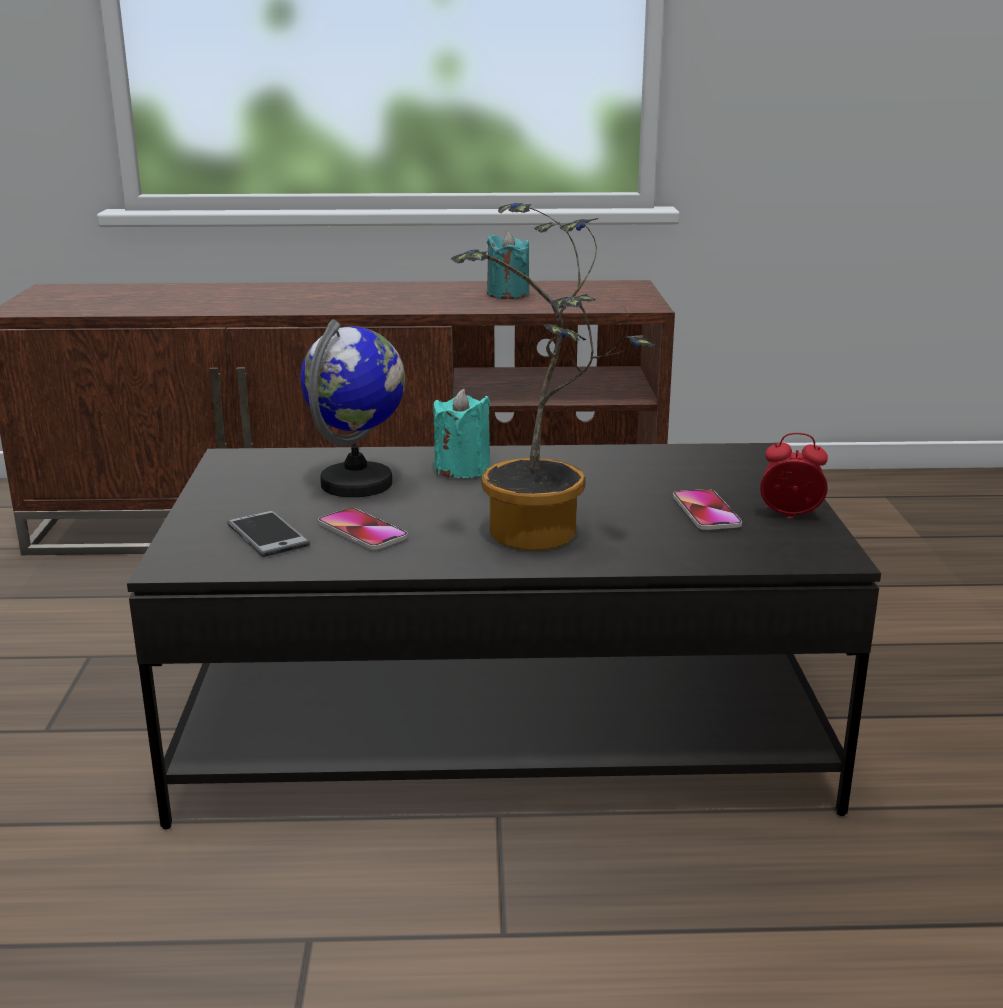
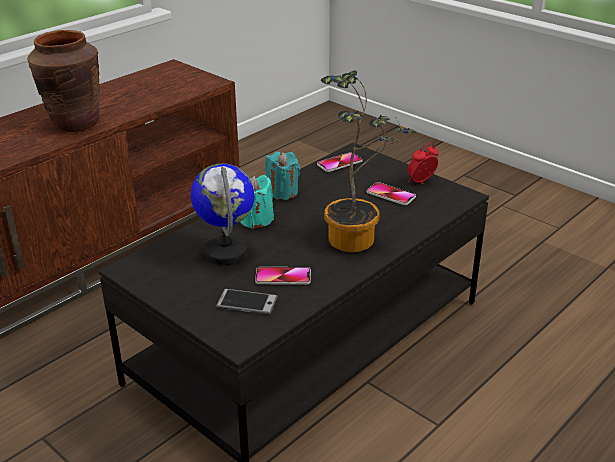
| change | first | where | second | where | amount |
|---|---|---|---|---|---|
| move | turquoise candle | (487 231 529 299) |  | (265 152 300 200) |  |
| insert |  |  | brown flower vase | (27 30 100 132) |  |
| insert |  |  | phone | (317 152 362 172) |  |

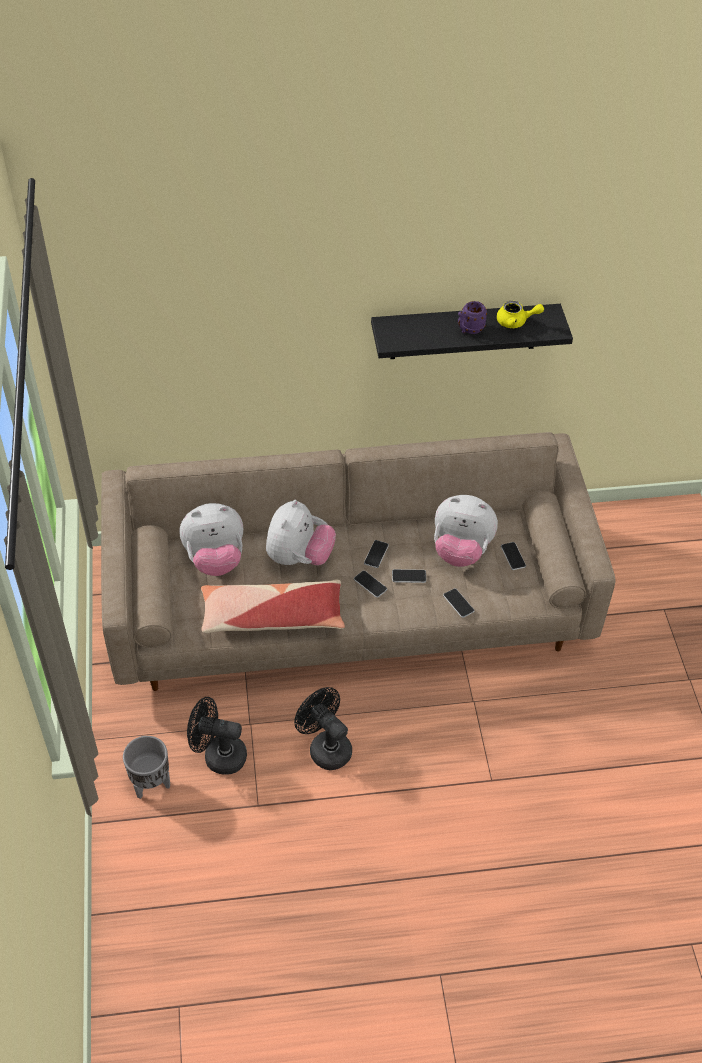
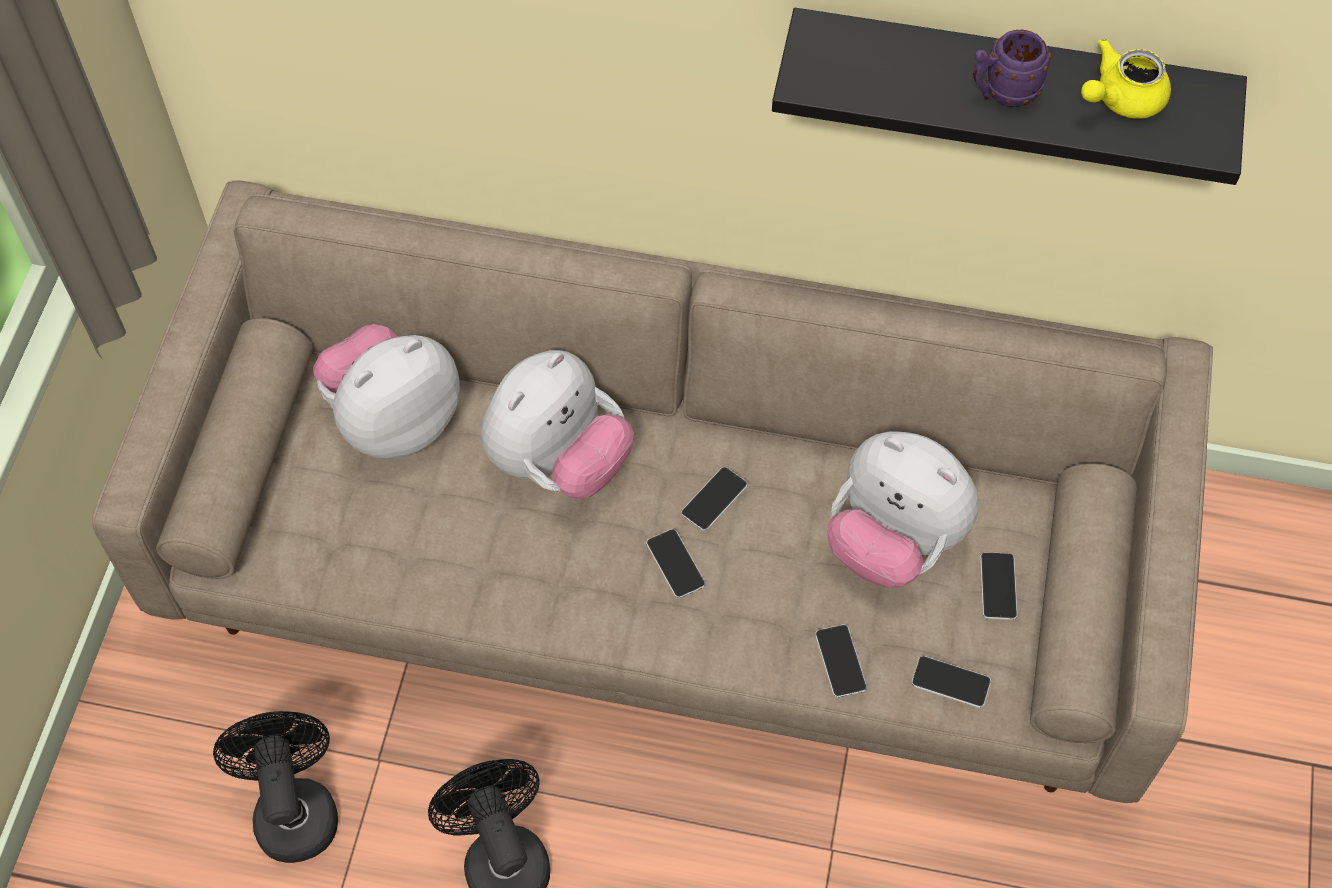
| change | first | where | second | where | amount |
|---|---|---|---|---|---|
| delete | gray plant pot | (123 736 170 799) |  |  |  |
| rotate | plush toy | (180 503 243 576) |  | (313 324 460 459) | 135 degrees clockwise |
| rotate | black-coloured electric fan | (187 697 247 775) |  | (213 711 338 863) | 45 degrees clockwise |
| delete | throw pillow | (201 580 345 633) |  |  |  |
| move | phone | (392 569 426 583) |  | (911 656 991 708) |  |
| rotate | yellow pot for tea | (497 301 544 328) |  | (1081 39 1171 119) | 120 degrees clockwise |

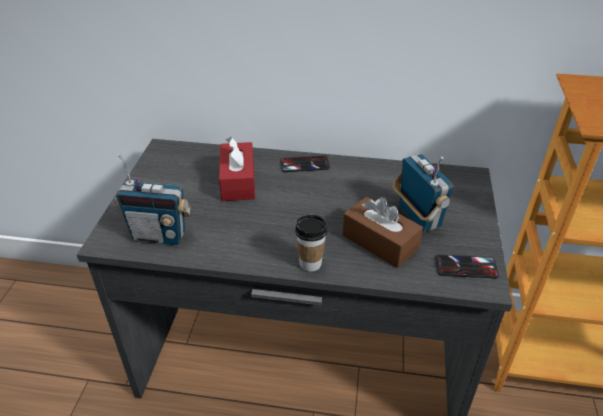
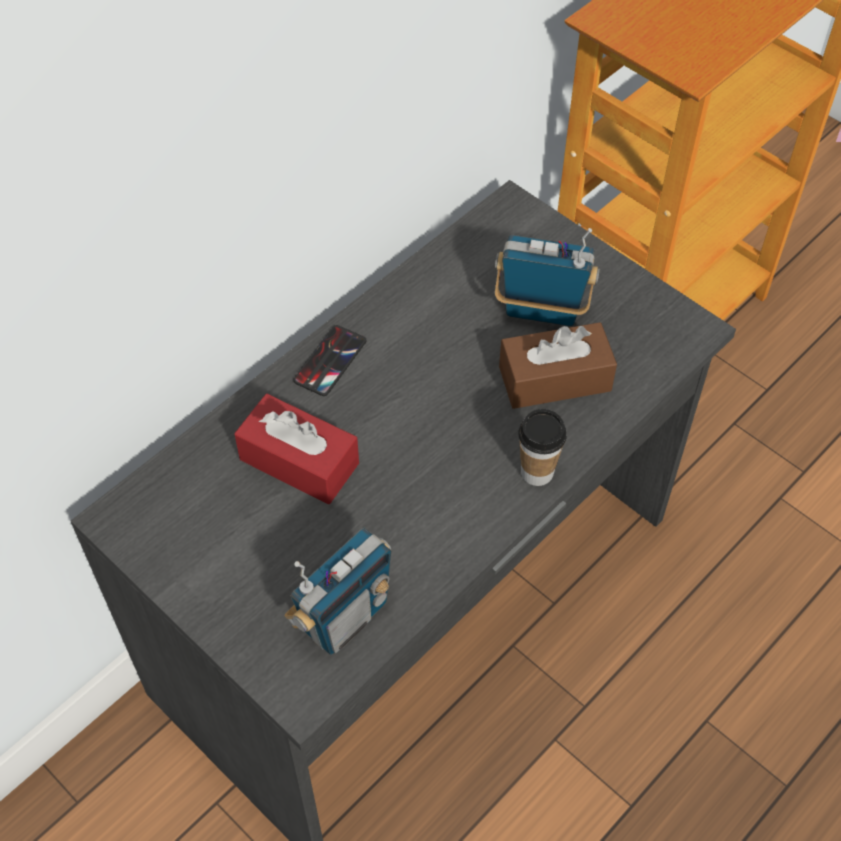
| change | first | where | second | where | amount |
|---|---|---|---|---|---|
| delete | phone | (435 255 499 278) |  |  |  |

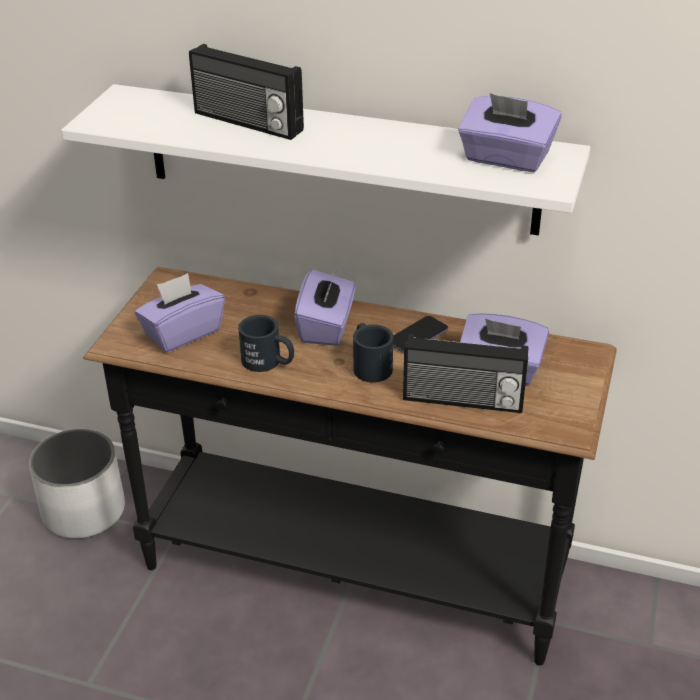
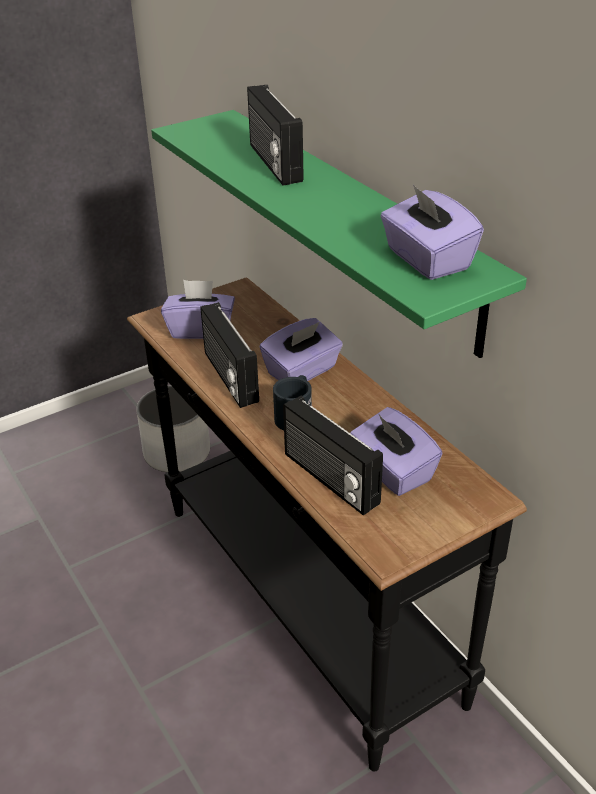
| change | first | where | second | where | amount |
|---|---|---|---|---|---|
| recolor | white-coloured shelf | (61 84 590 236) | green shelf | (151 110 527 358) |  |
| replace | black-coloured coffee mug | (238 315 294 372) | radio receiver | (200 302 259 408) |  |
| delete | phone | (393 316 448 353) |  |  |  |

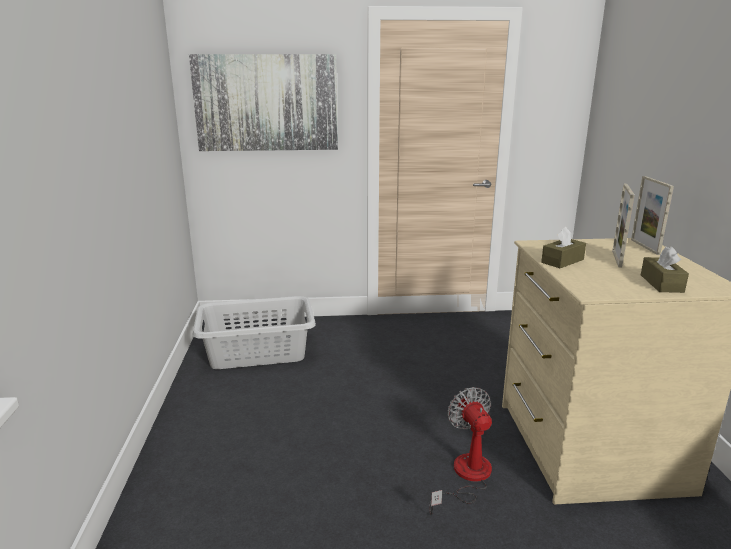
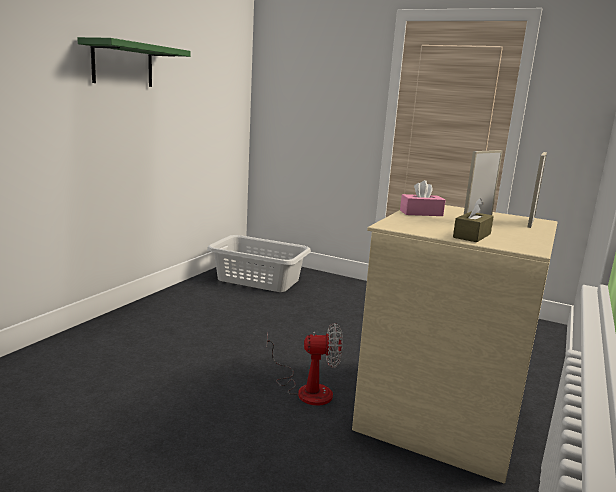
| change | first | where | second | where | amount |
|---|---|---|---|---|---|
| delete | picture | (189 54 338 151) |  |  |  |
| rotate | electric fan | (429 387 492 515) |  | (267 323 343 406) | 75 degrees clockwise |
| recolor | brown tissue box | (541 227 586 268) | pinkish tissue box | (400 180 445 216) |  |
| insert |  |  | green shelf | (77 37 191 87) |  |

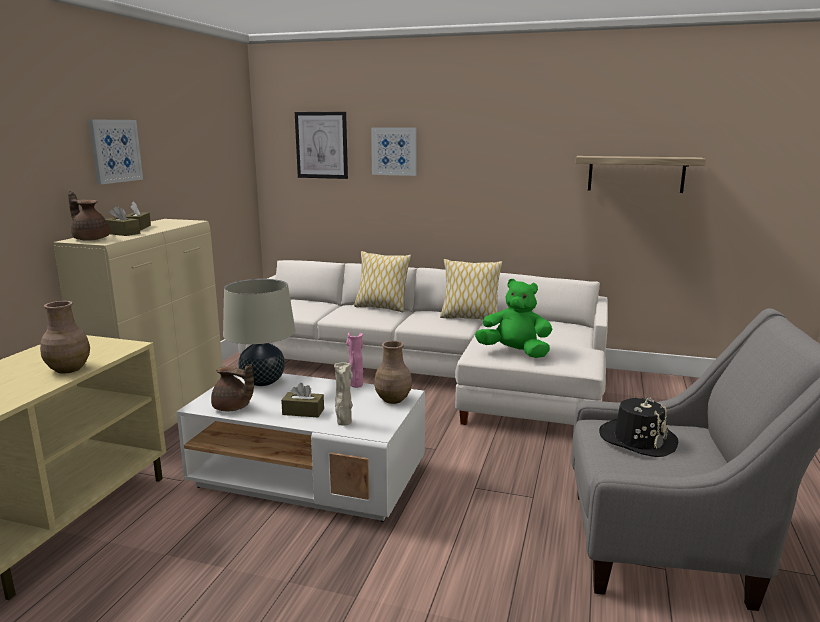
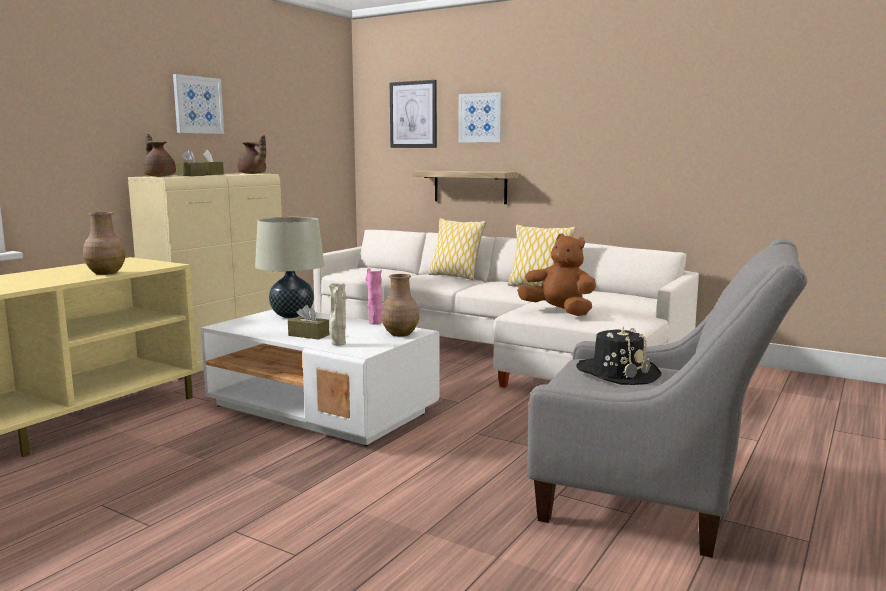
| change | first | where | second | where | amount |
|---|---|---|---|---|---|
| move | brown pot for tea | (211 364 254 411) |  | (238 135 266 174) |  |
| recolor | green plush toy | (475 279 552 358) | brown plush toy | (517 233 596 316) |  |
| move | shelf | (576 156 706 193) |  | (412 170 518 204) |  |

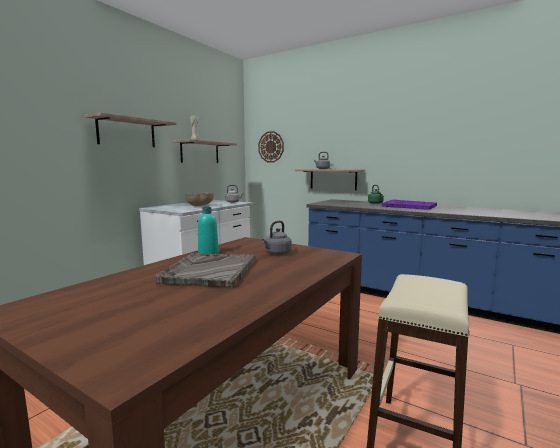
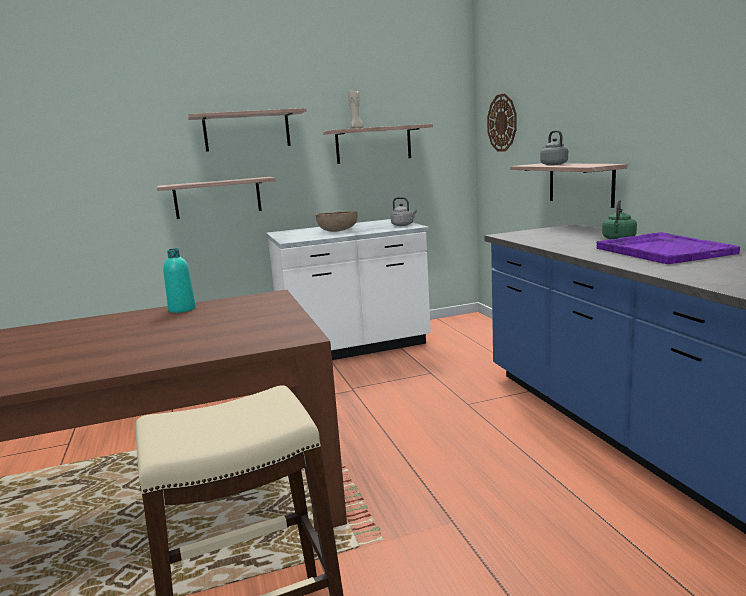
| change | first | where | second | where | amount |
|---|---|---|---|---|---|
| delete | gray serving tray | (155 253 256 288) |  |  |  |
| delete | gray water kettle | (262 221 292 255) |  |  |  |
| insert |  |  | shelf | (157 177 276 219) |  |

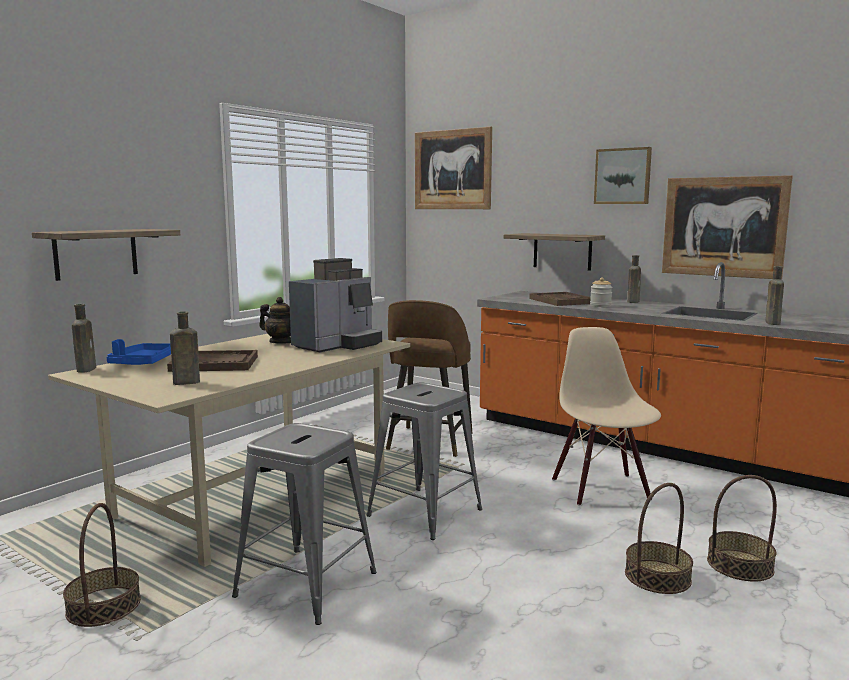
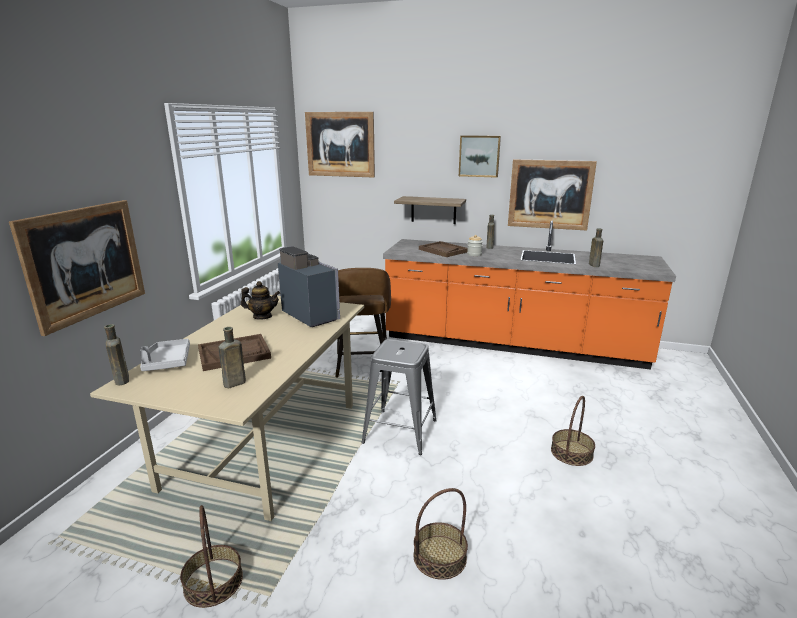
| change | first | where | second | where | amount |
|---|---|---|---|---|---|
| replace | shelf | (32 229 180 281) | picture | (9 200 145 336) |  |
| recolor | blue serving tray | (106 339 171 365) | gray serving tray | (140 339 190 371) |  |
| delete | gray stool | (232 423 377 625) |  |  |  |
| rotate | coffee machine | (289 258 382 352) |  | (278 246 340 327) | 60 degrees counterclockwise |
| delete | sand-coloured upright chair | (552 327 661 506) |  |  |  |
| move | basket | (707 475 777 581) |  | (413 488 468 580) |  |

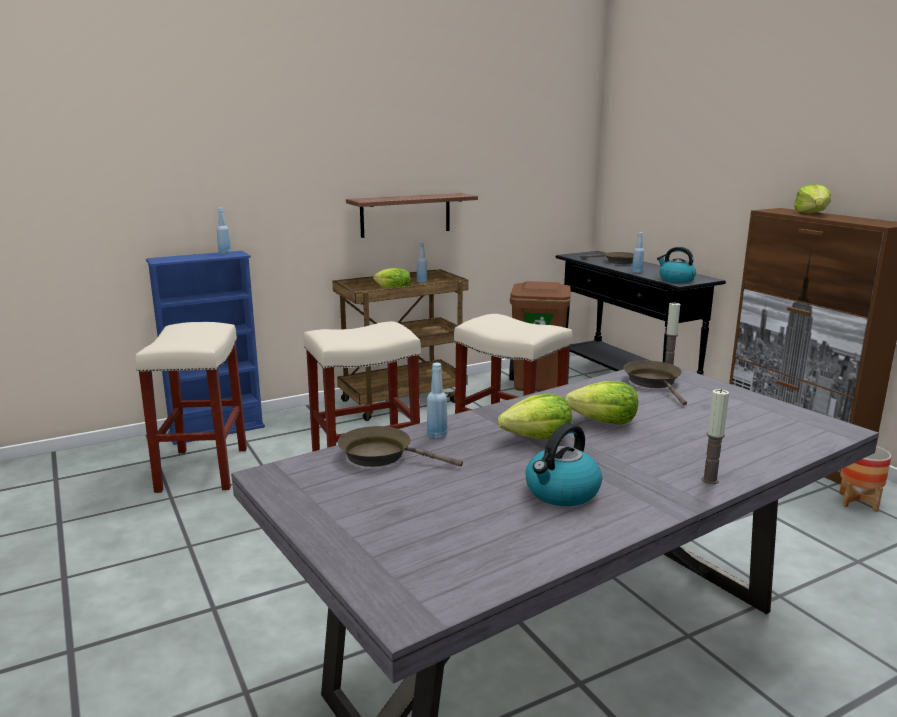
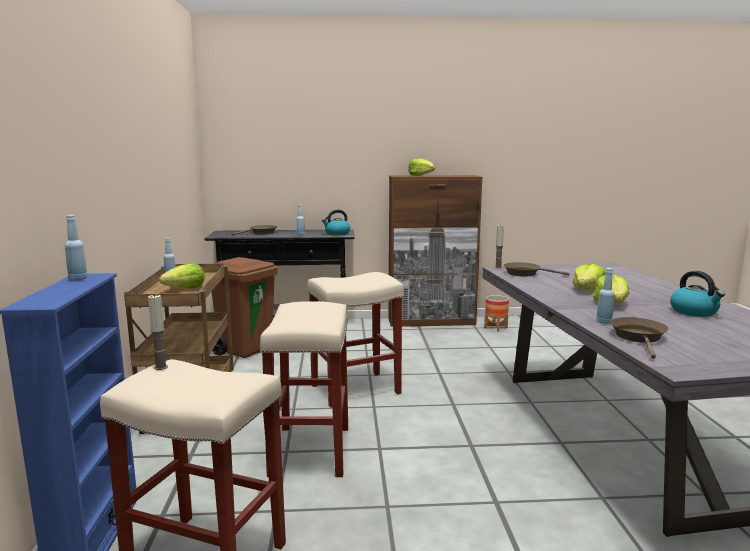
| change | first | where | second | where | amount |
|---|---|---|---|---|---|
| rotate | brown pan | (338 426 463 467) |  | (610 317 669 359) | 150 degrees clockwise |
| delete | shelf | (346 193 478 238) |  |  |  |
| move | candle | (701 389 729 484) |  | (148 294 168 370) |  |

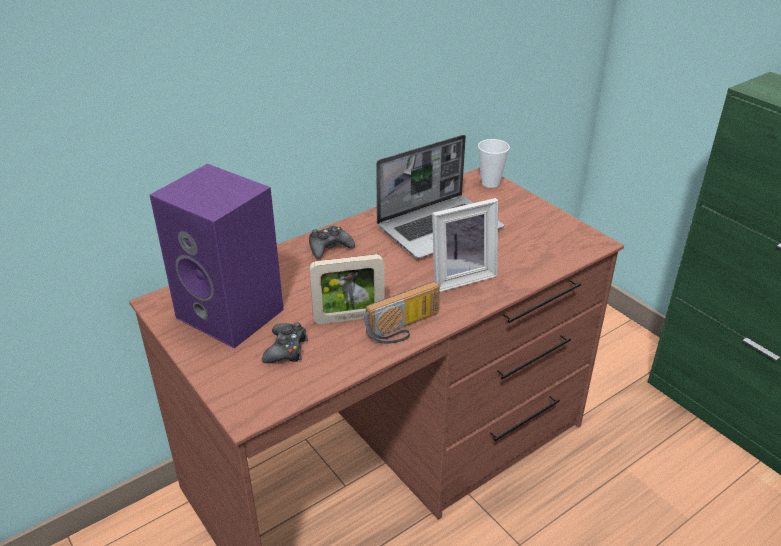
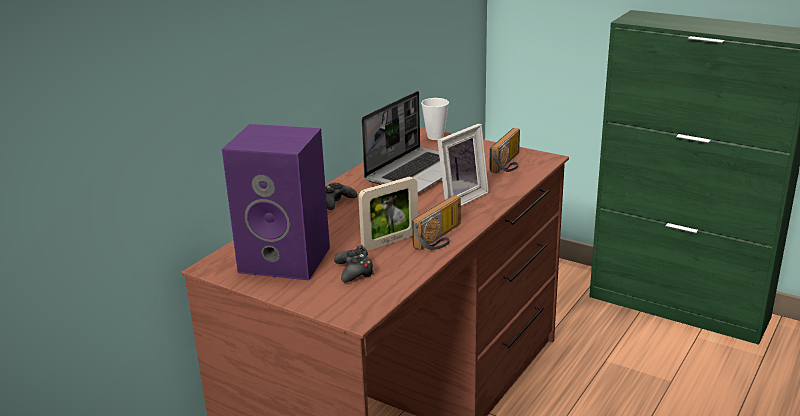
| change | first | where | second | where | amount |
|---|---|---|---|---|---|
| insert |  |  | radio receiver | (489 128 520 173) |  |

